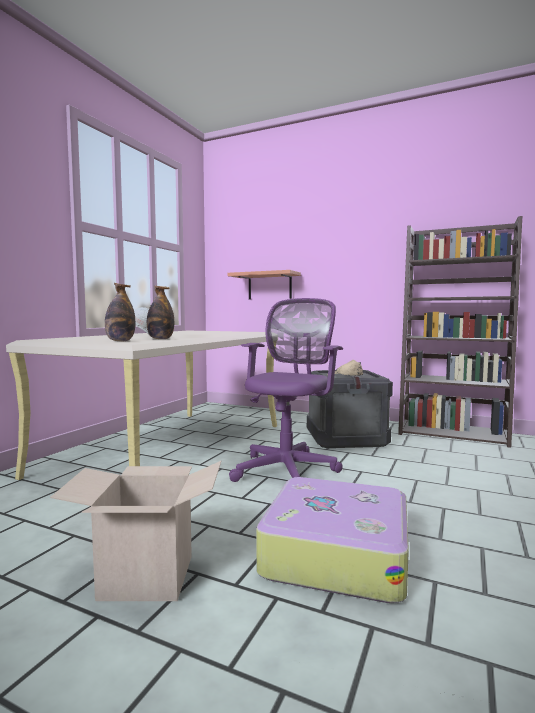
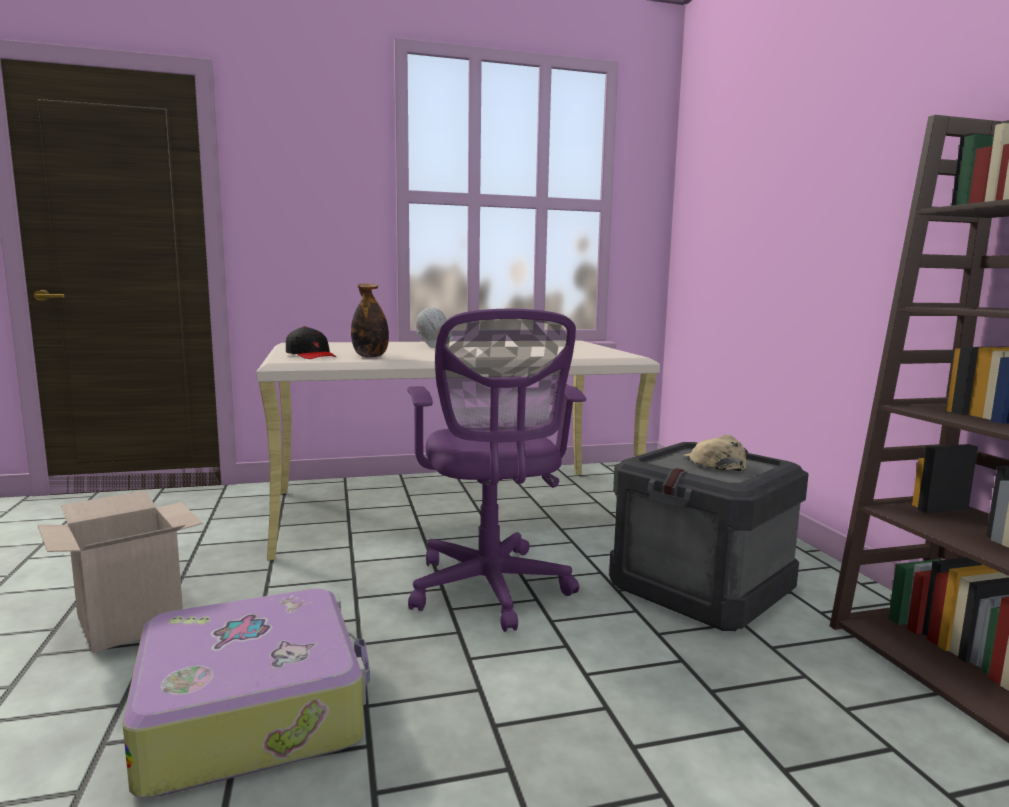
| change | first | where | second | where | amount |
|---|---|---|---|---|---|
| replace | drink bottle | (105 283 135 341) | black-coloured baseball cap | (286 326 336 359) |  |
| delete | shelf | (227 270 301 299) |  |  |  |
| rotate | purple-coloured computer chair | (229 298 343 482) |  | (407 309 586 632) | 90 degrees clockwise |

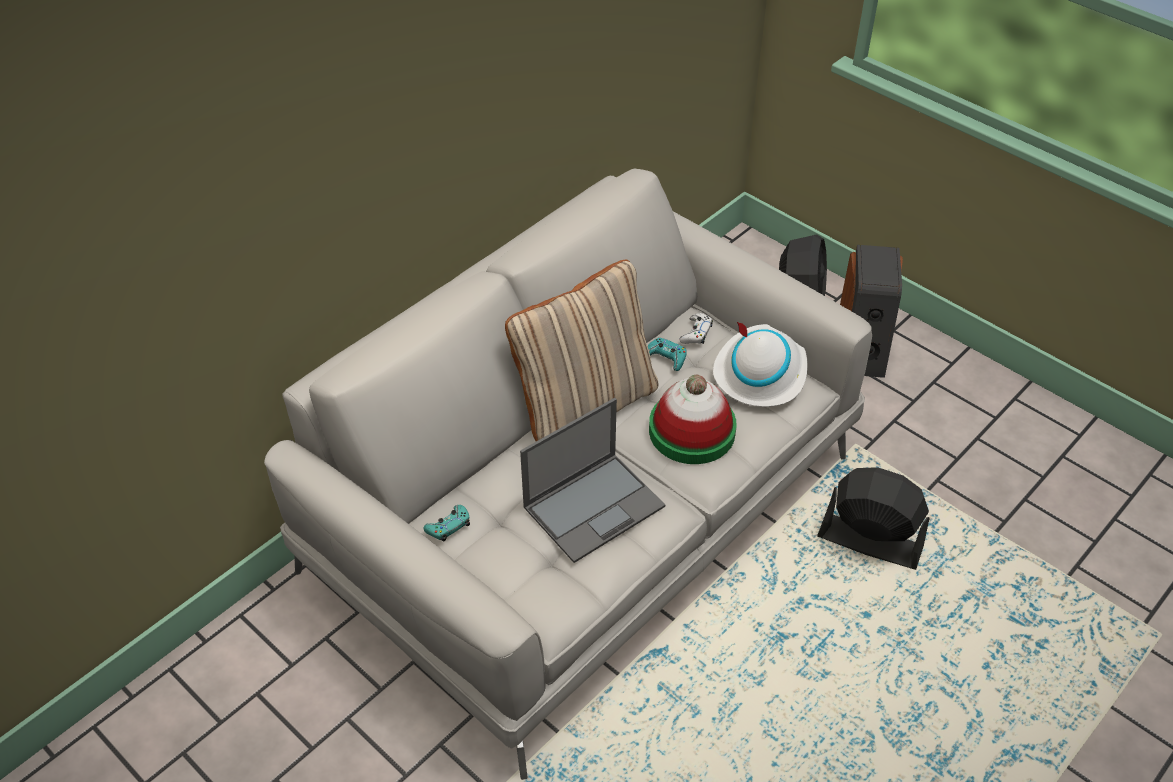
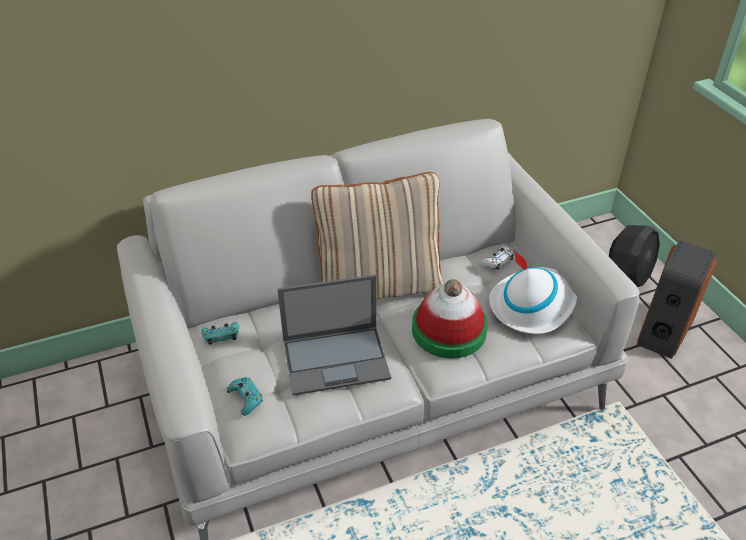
| change | first | where | second | where | amount |
|---|---|---|---|---|---|
| move | turquoise game controller | (648 338 687 371) |  | (227 377 263 416) |  |
| delete | black-coloured electric fan | (817 467 930 570) |  |  |  |

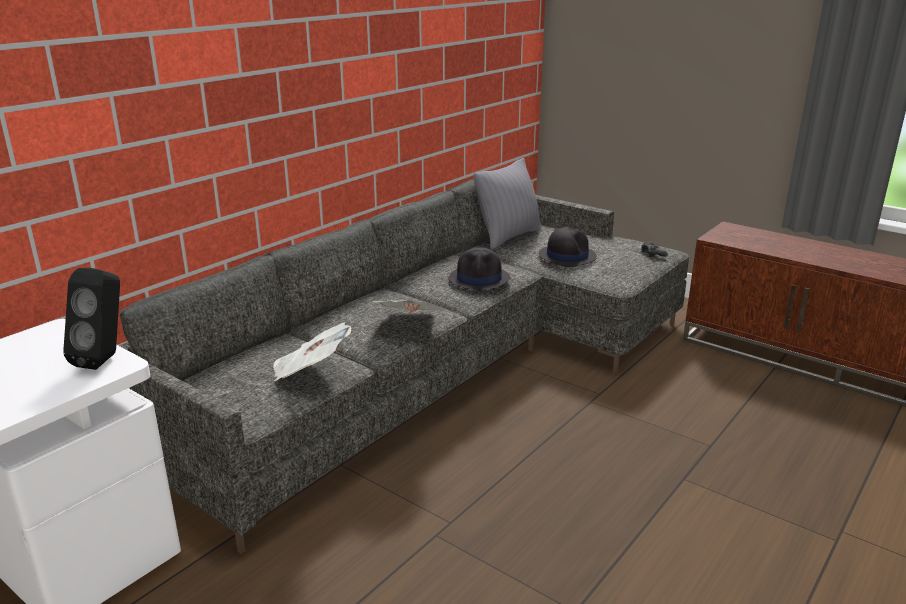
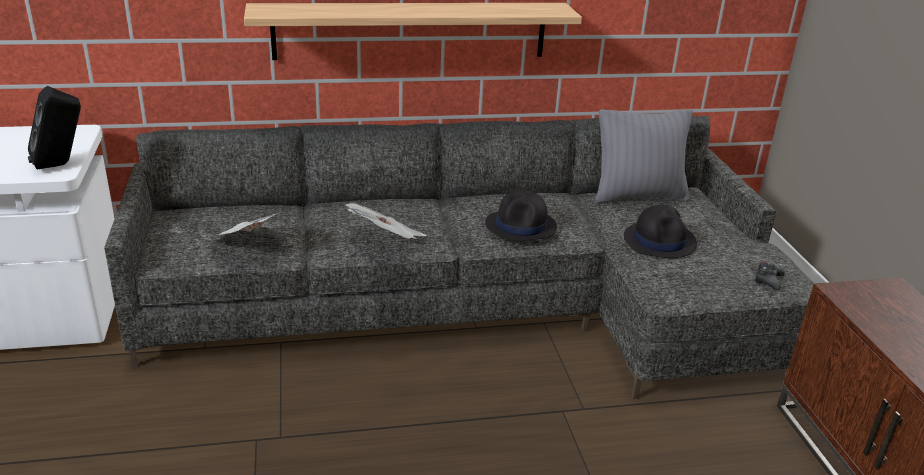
| change | first | where | second | where | amount |
|---|---|---|---|---|---|
| insert |  |  | shelf | (244 3 582 60) |  |

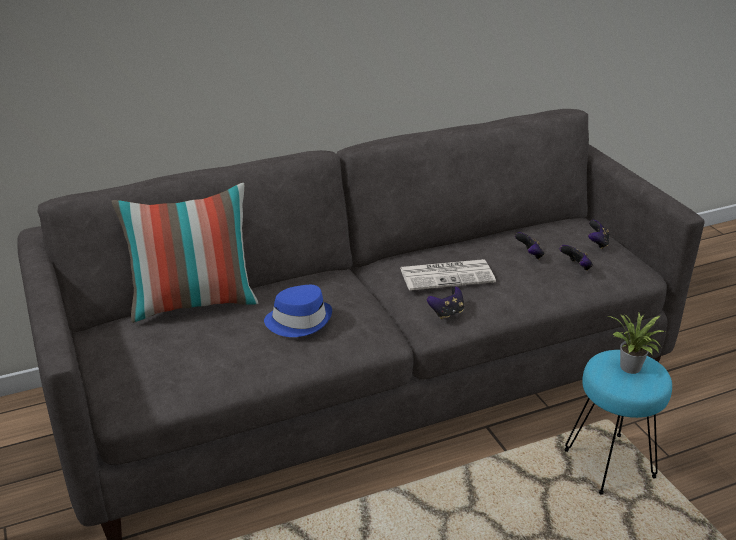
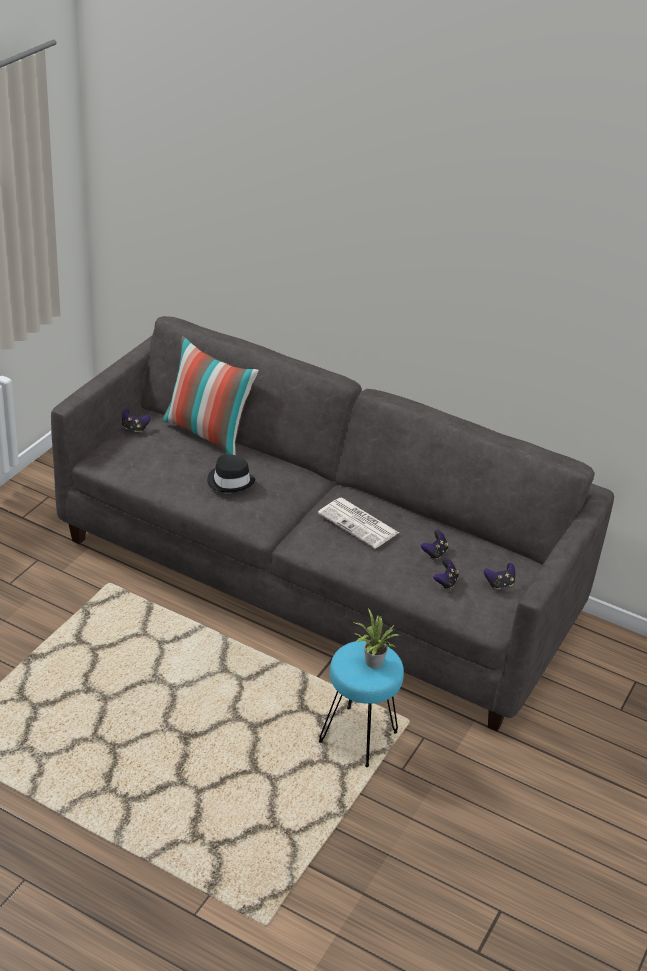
| change | first | where | second | where | amount |
|---|---|---|---|---|---|
| recolor | blue hat | (264 285 332 337) | black-coloured hat | (207 454 255 493) |  |
| move | game controller | (427 286 464 319) |  | (122 409 151 433) |  |

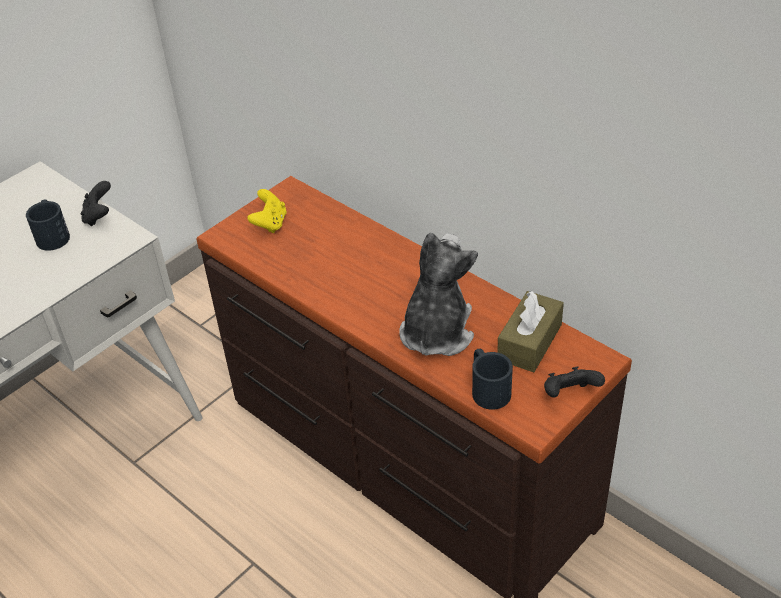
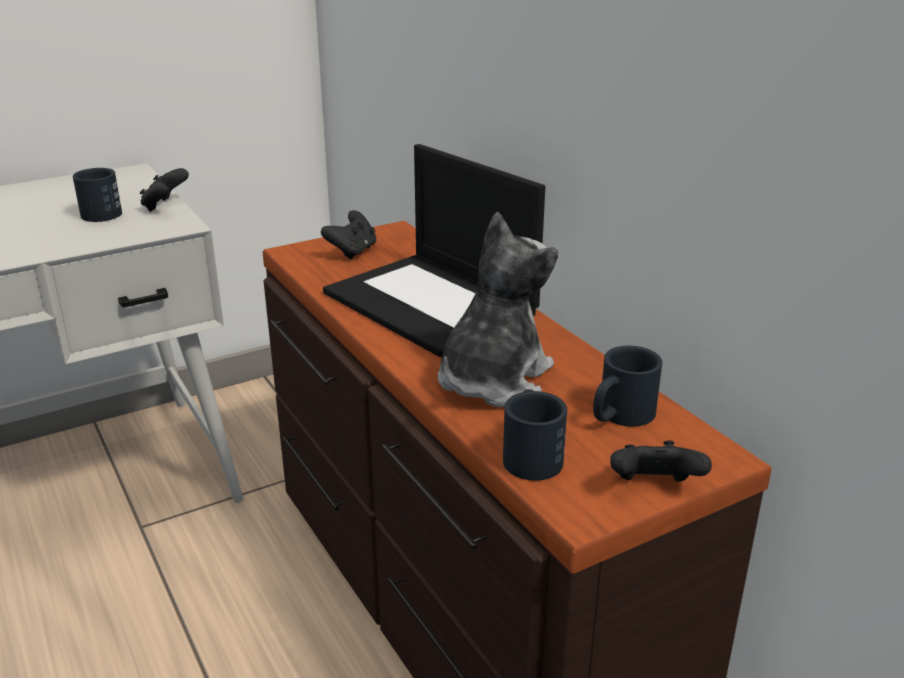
| change | first | where | second | where | amount |
|---|---|---|---|---|---|
| recolor | yellow game controller | (247 189 287 233) | black-coloured game controller | (321 210 376 259) |  |
| replace | brown tissue box | (497 290 564 372) | black-coloured coffee mug | (593 346 662 426) |  |
| insert |  |  | laptop | (323 144 545 357) |  |

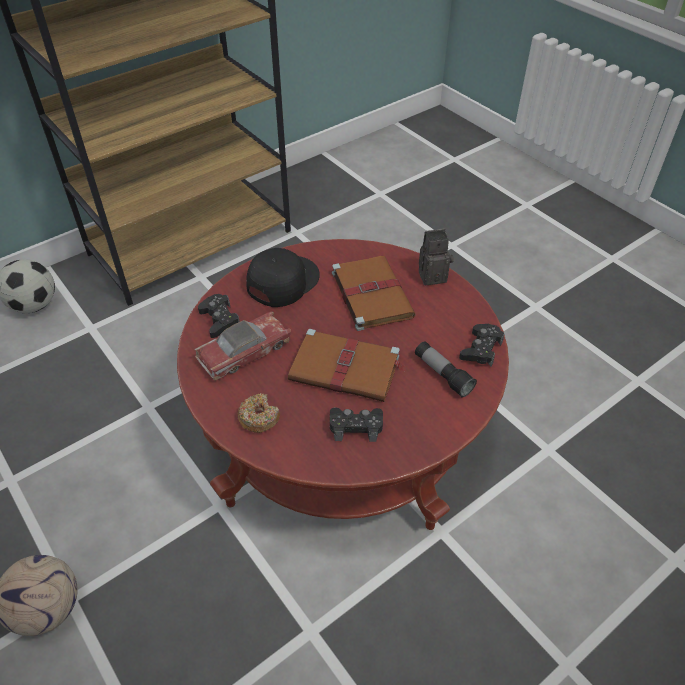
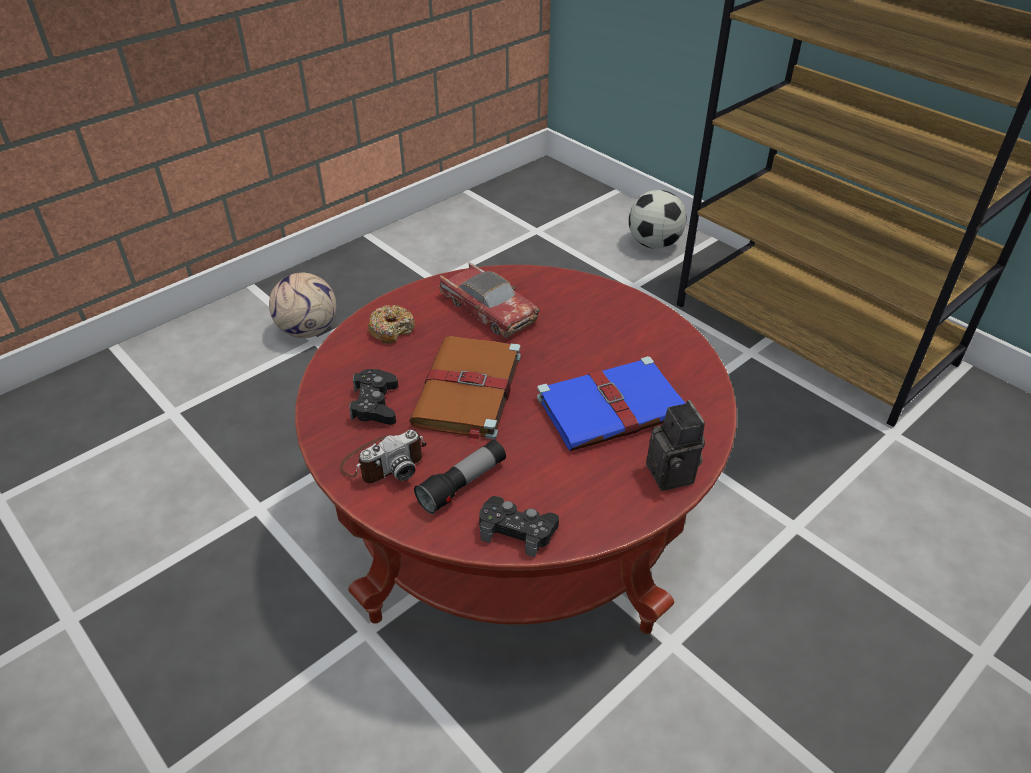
| change | first | where | second | where | amount |
|---|---|---|---|---|---|
| delete | black-coloured game controller | (198 294 240 338) |  |  |  |
| delete | black-coloured baseball cap | (246 248 320 307) |  |  |  |
| recolor | brown book | (332 256 416 331) | blue book | (537 356 686 451) |  |
| insert |  |  | photo camera | (339 430 426 483) |  |

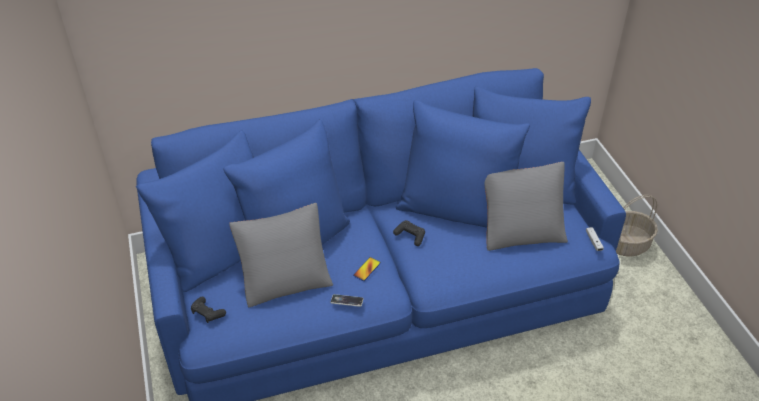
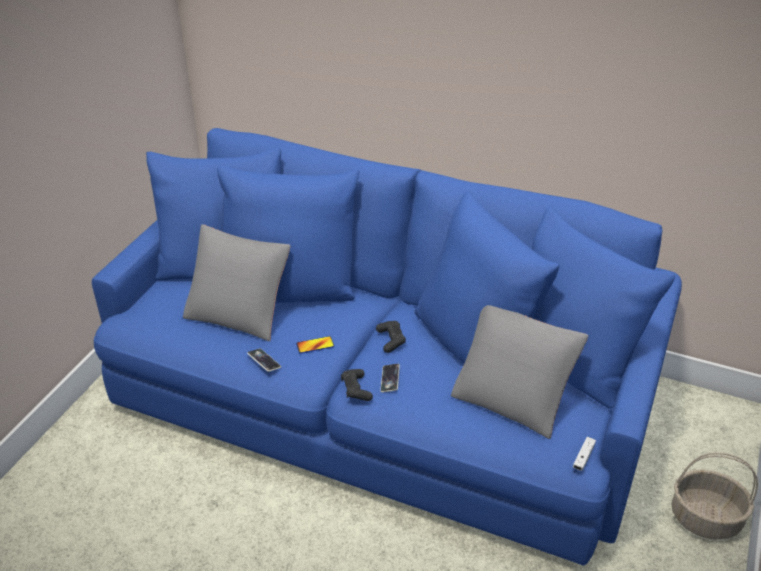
| change | first | where | second | where | amount |
|---|---|---|---|---|---|
| move | black-coloured game controller | (191 297 226 323) |  | (341 369 373 401) |  |
| insert |  |  | phone | (380 364 400 392) |  |

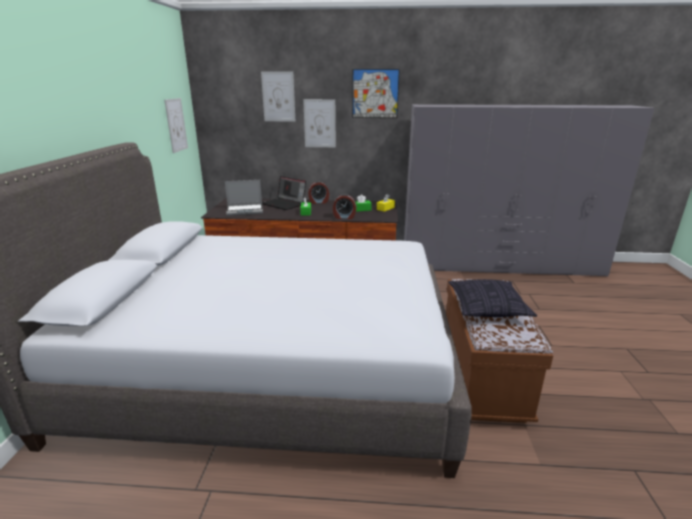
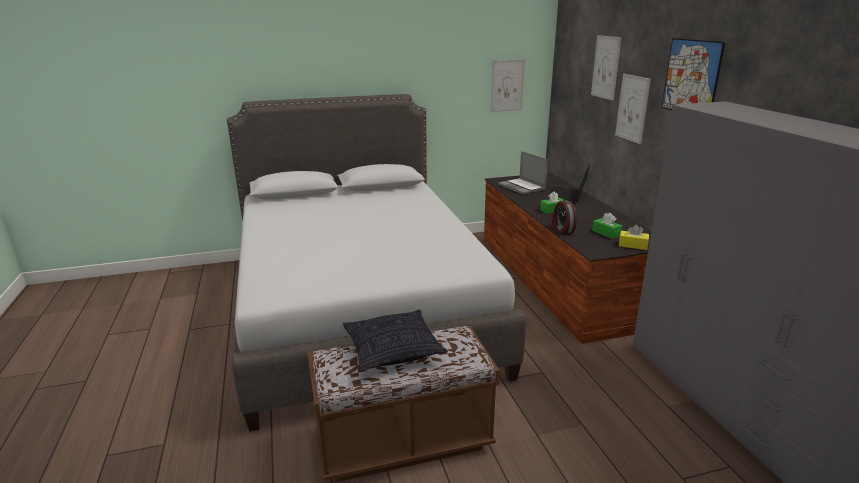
| change | first | where | second | where | amount |
|---|---|---|---|---|---|
| delete | table clock | (308 181 329 204) |  |  |  |

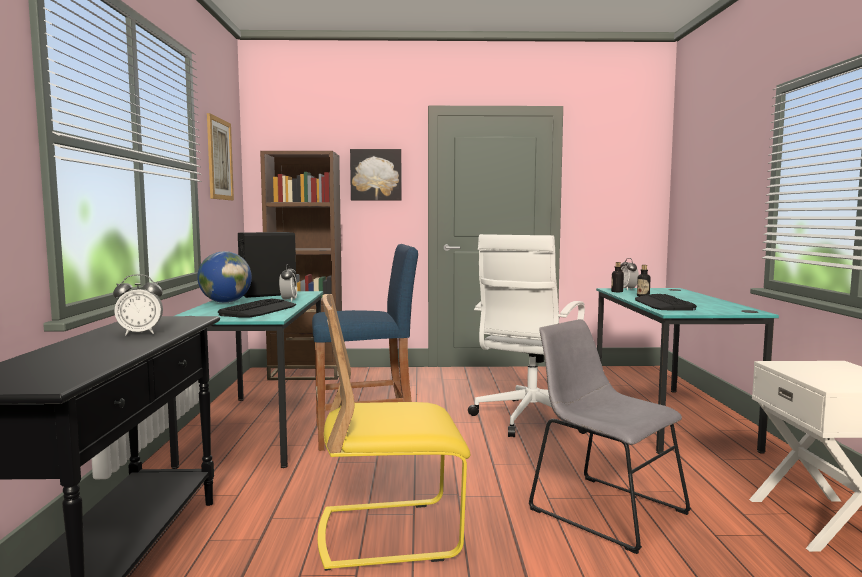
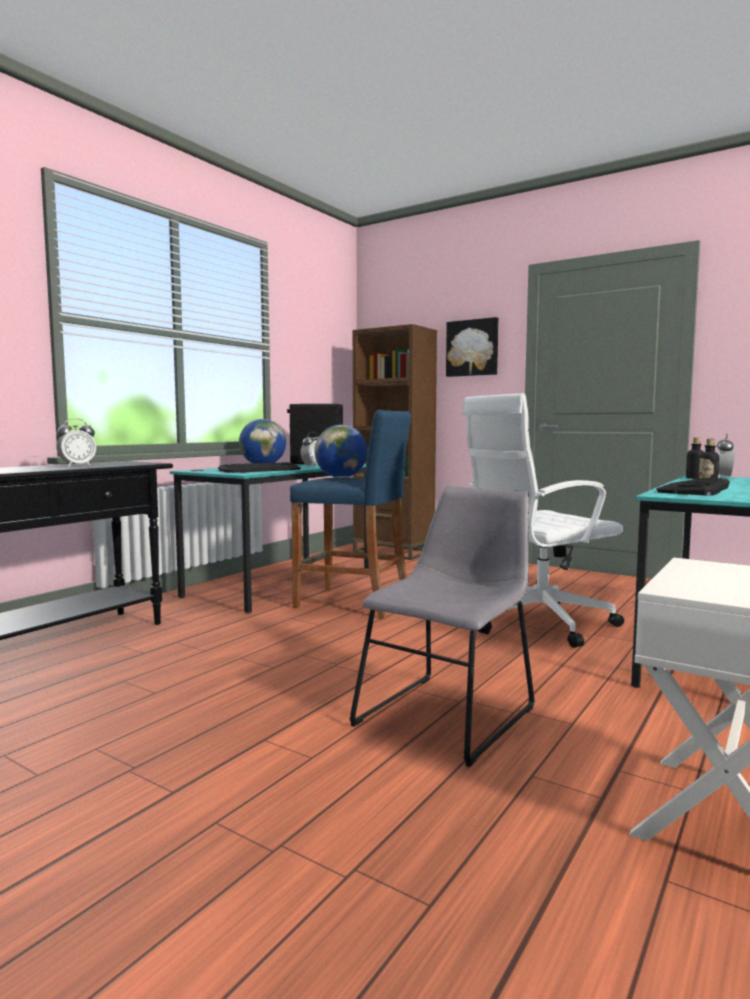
| change | first | where | second | where | amount |
|---|---|---|---|---|---|
| rotate | table clock | (113 274 163 335) |  | (56 418 96 467) | 60 degrees counterclockwise |
| delete | picture | (207 113 234 200) |  |  |  |
| delete | yellow upright chair | (318 294 471 571) |  |  |  |
| rotate | gray upright chair | (529 319 691 554) |  | (349 486 535 767) | 45 degrees clockwise |
| insert |  |  | world globe | (314 425 368 478) |  |

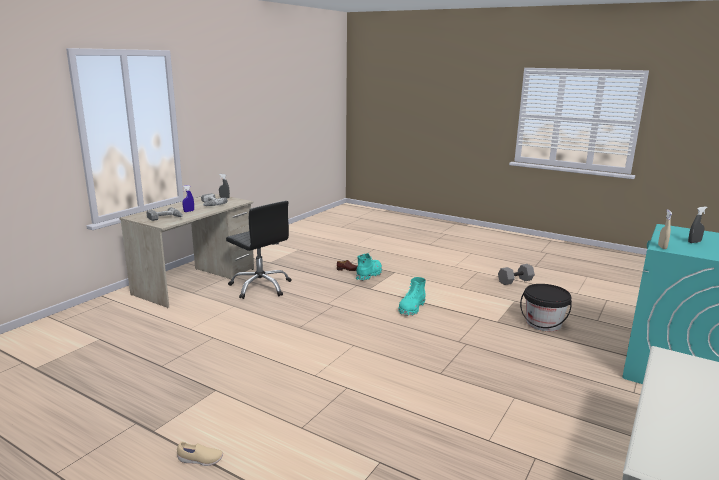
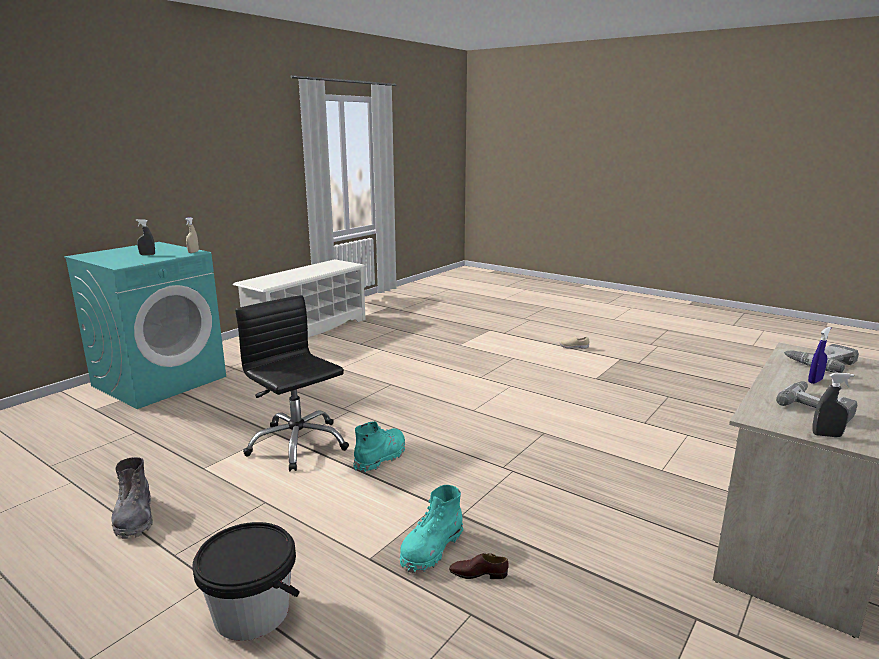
| change | first | where | second | where | amount |
|---|---|---|---|---|---|
| move | black-coloured computer chair | (226 201 292 299) |  | (235 295 349 471) |  |
| replace | gray free weight | (498 264 535 285) | gray tall boot | (112 457 153 539) |  |
| move | black-coloured pail | (520 284 572 331) |  | (192 522 300 641) |  |

